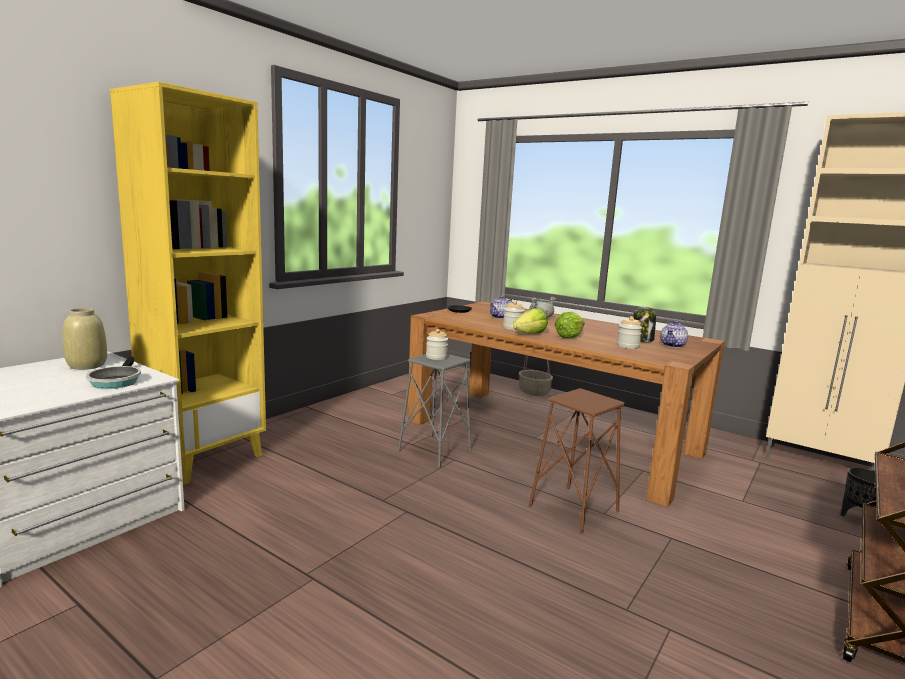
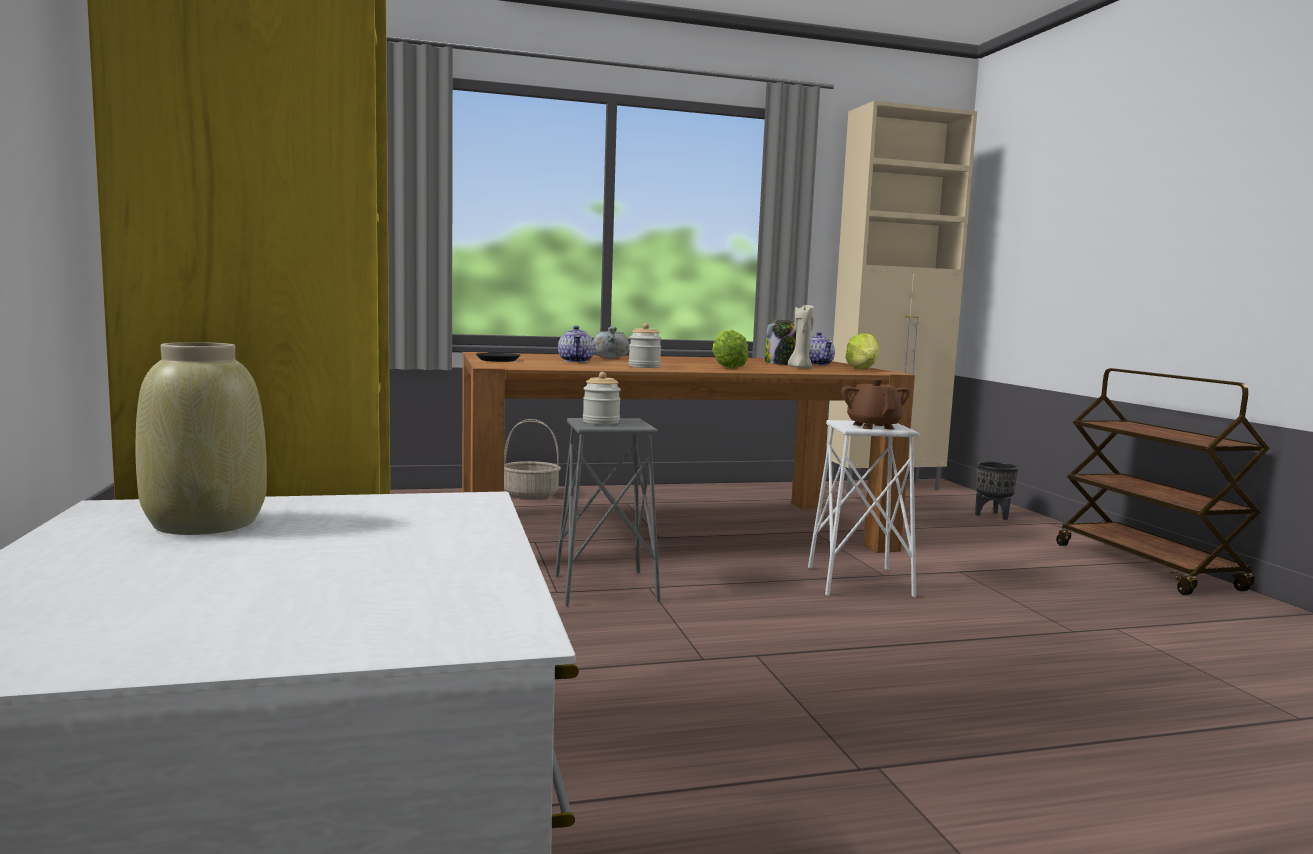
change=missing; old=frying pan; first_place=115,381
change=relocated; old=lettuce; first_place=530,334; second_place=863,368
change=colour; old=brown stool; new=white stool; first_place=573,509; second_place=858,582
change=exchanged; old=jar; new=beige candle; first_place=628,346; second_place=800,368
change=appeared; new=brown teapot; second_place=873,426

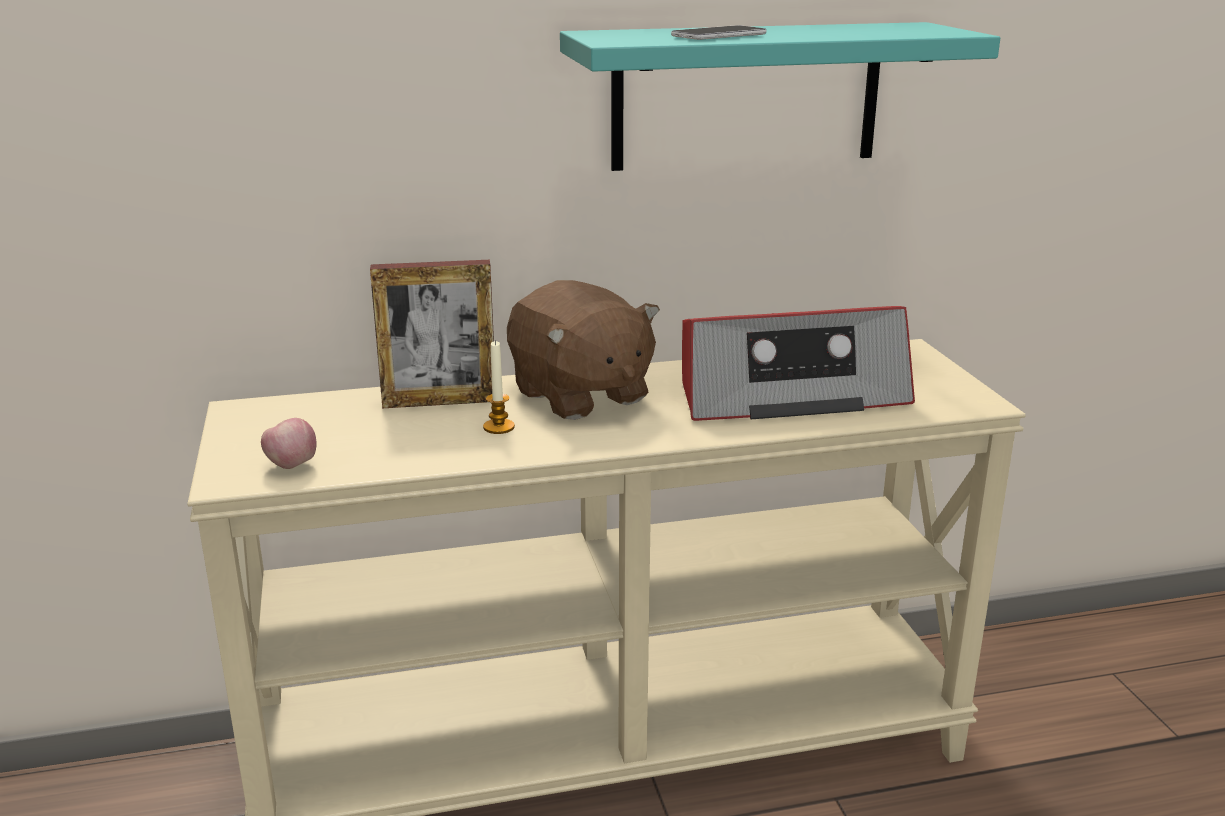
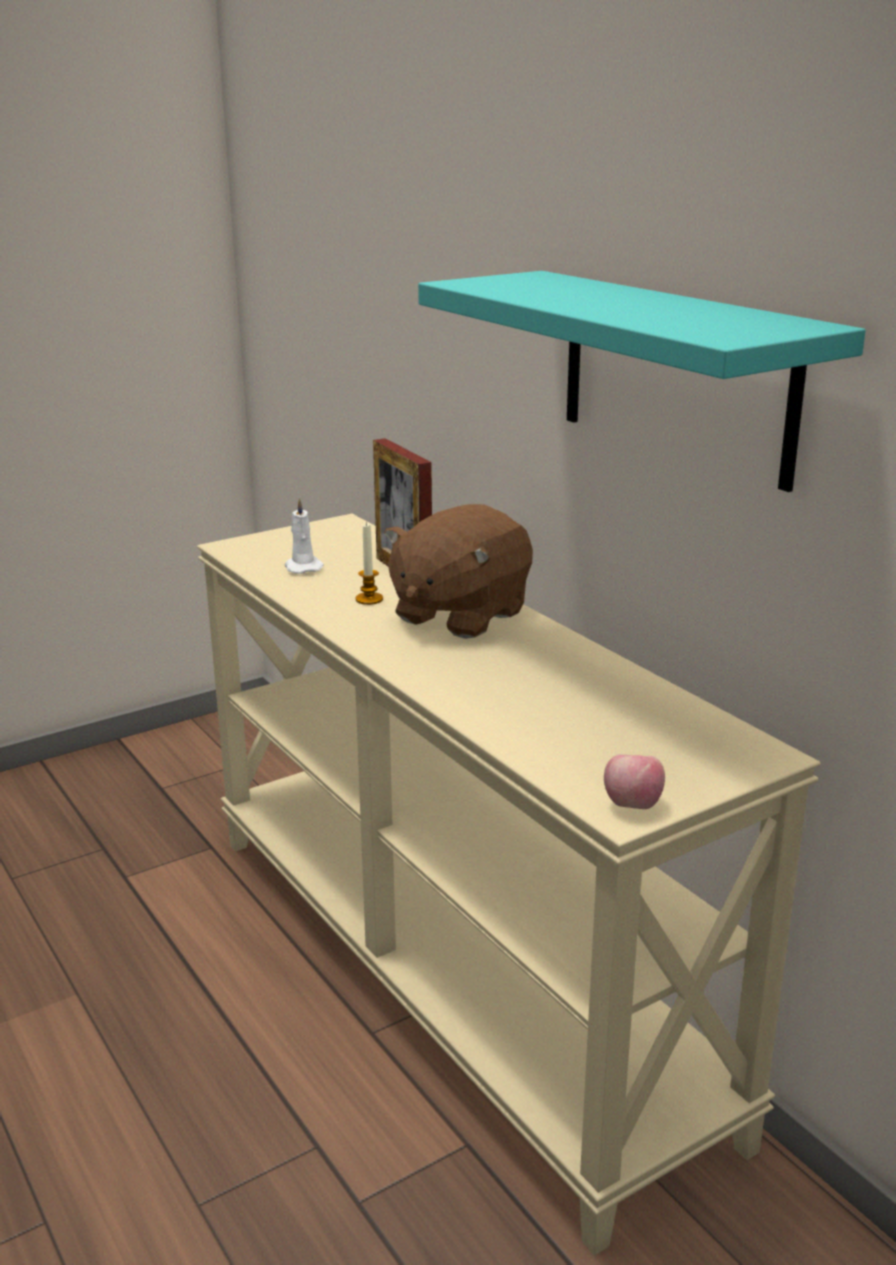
change=relocated; old=apple; first_place=291,466; second_place=632,805
change=missing; old=phone; first_place=719,35
change=missing; old=radio; first_place=788,393
change=appeared; new=white candle; second_place=302,567

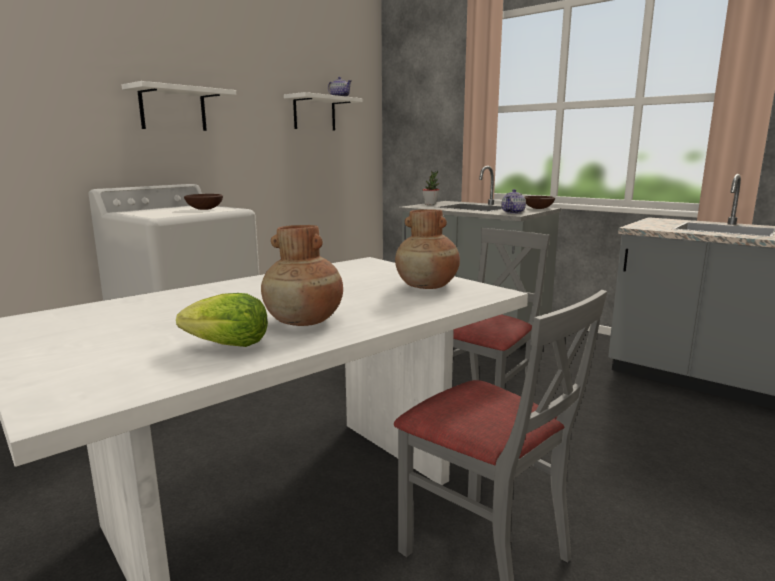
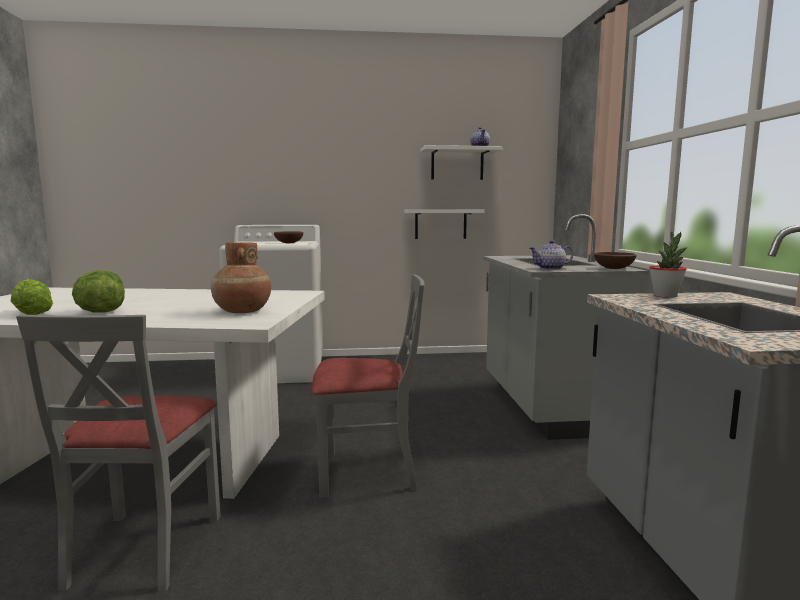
change=relocated; old=white shelf; first_place=173,109; second_place=440,224
change=exchanged; old=brown vase; new=lettuce; first_place=304,321; second_place=100,312
change=relocated; old=potted plant; first_place=430,204; second_place=665,296

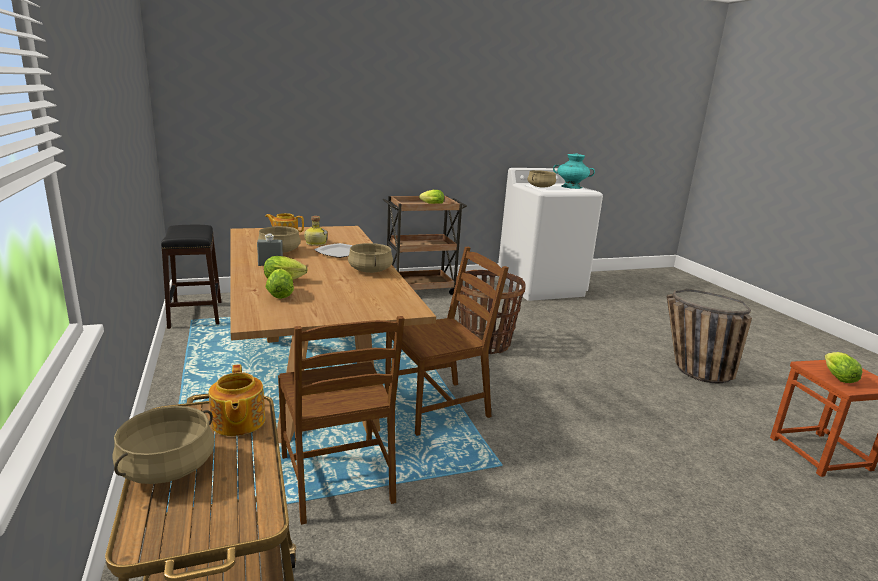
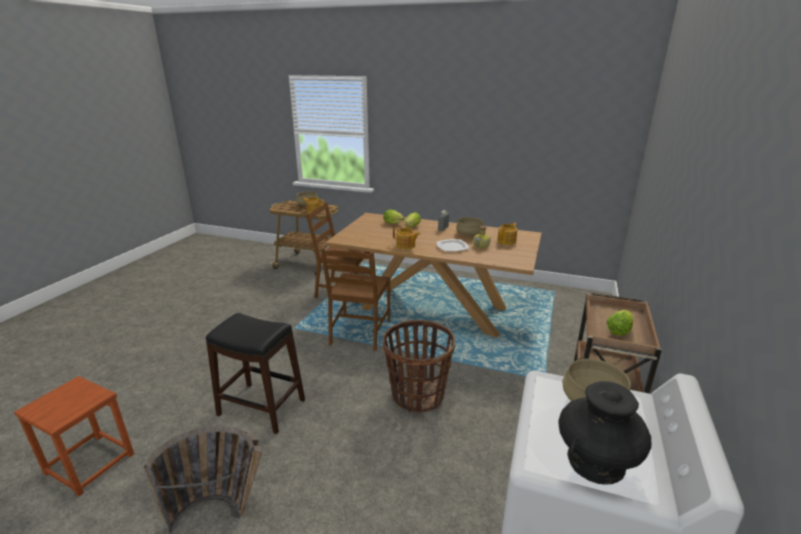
change=relocated; old=black stool; first_place=196,314; second_place=261,408
change=exchanged; old=beige cooking pot; new=teapot; first_place=370,270; second_place=406,246
change=colour; old=turquoise vase; new=black vase; first_place=571,187; second_place=596,461
change=missing; old=lettuce; first_place=836,377

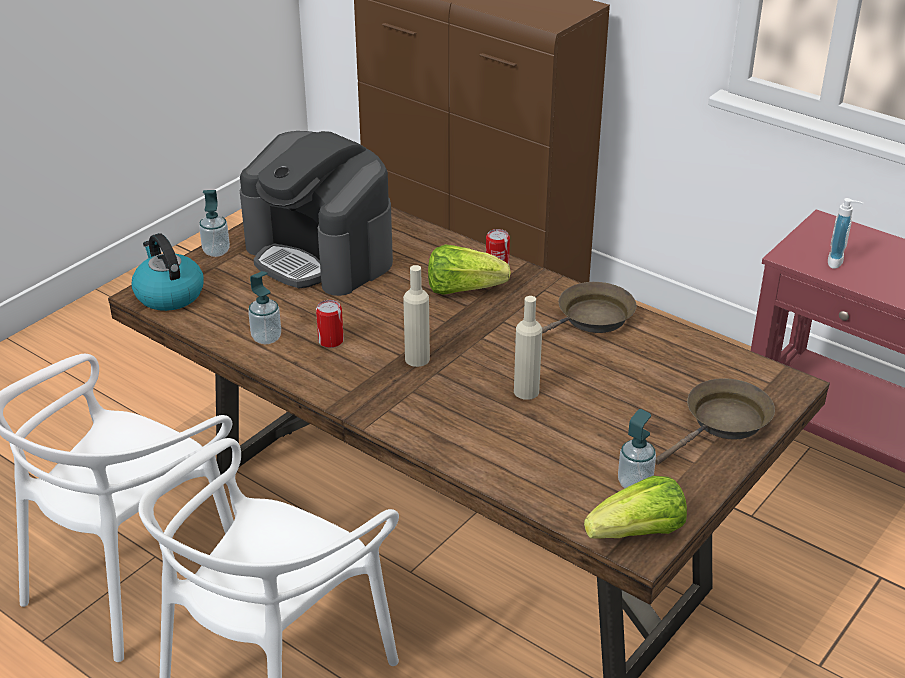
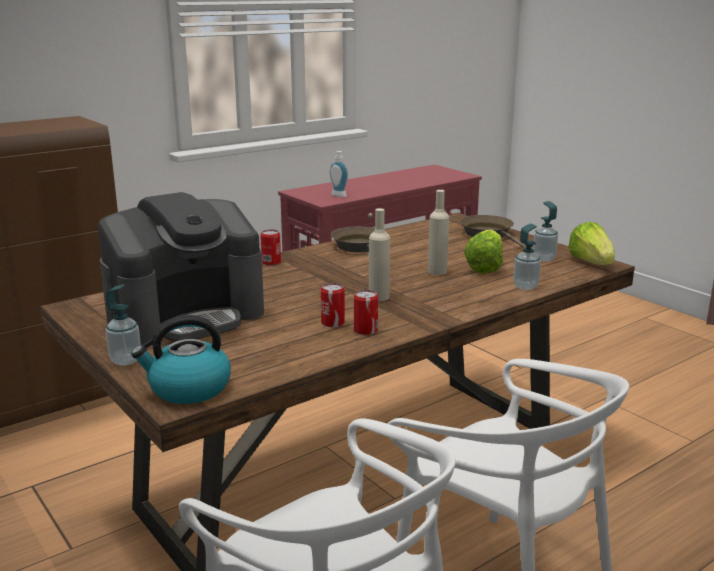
change=relocated; old=soap dispenser; first_place=266,338; second_place=525,286
change=relocated; old=lettuce; first_place=463,289; second_place=485,267
change=appeared; new=can; second_place=365,330

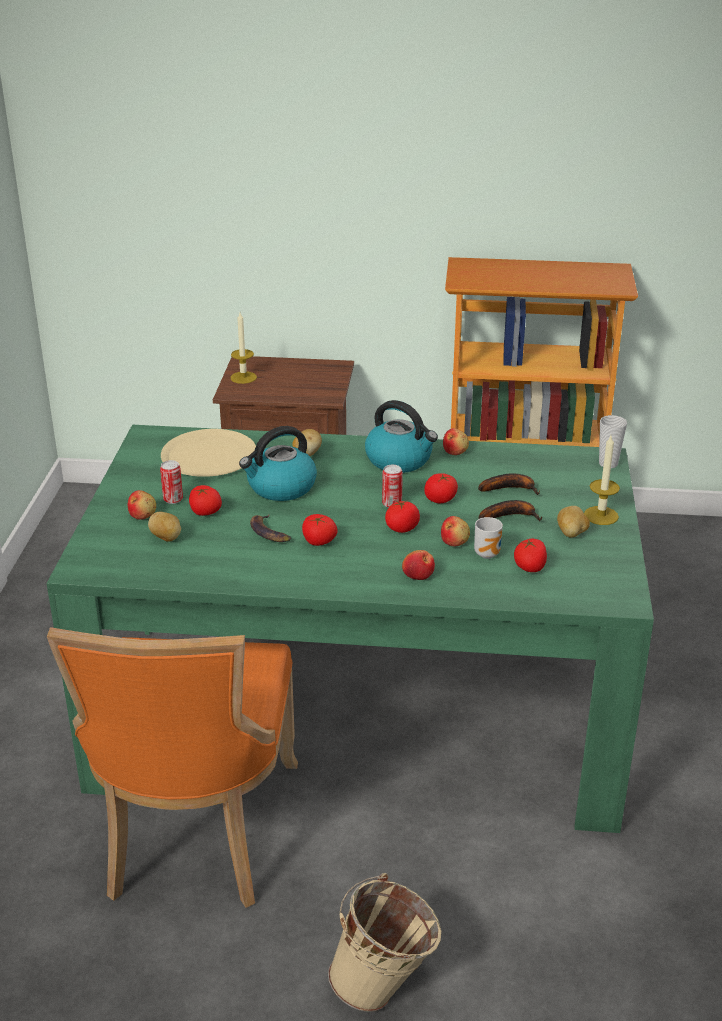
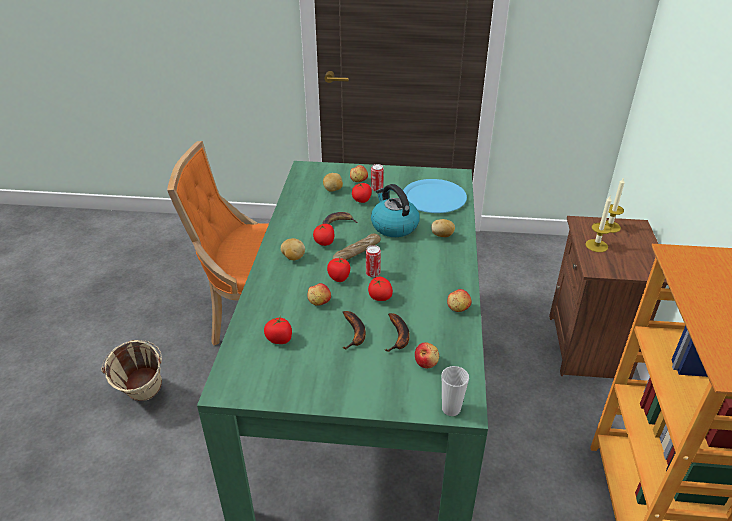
change=colour; old=beige plate; new=blue plate; first_place=209,455; second_place=433,197
change=missing; old=kettle; first_place=400,460
change=relocated; old=apple; first_place=418,575; second_place=426,362
change=missing; old=mug; first_place=488,554
change=relocated; old=potato; first_place=571,534; second_place=293,257
change=relocated; old=candle; first_place=601,515; second_place=596,245
change=appeared; new=bread; second_place=357,253

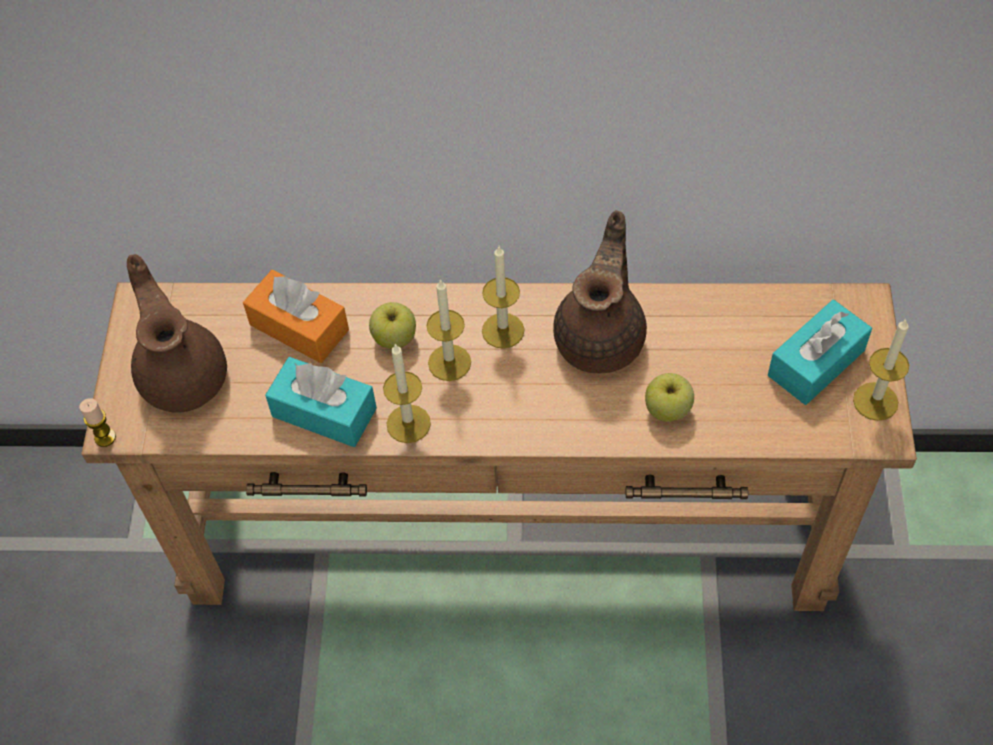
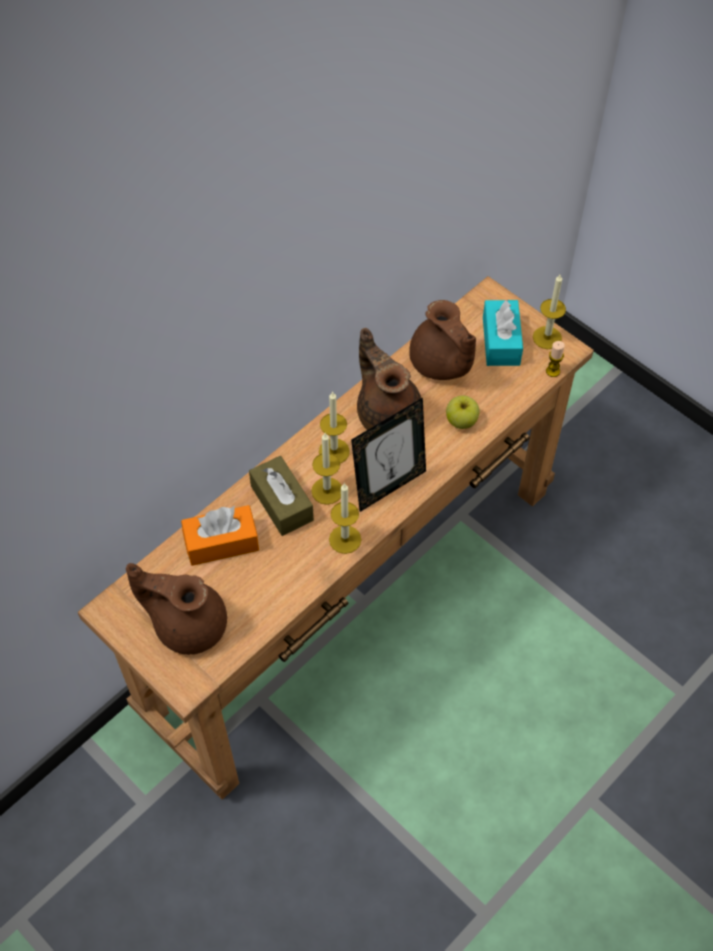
change=relocated; old=candle; first_place=105,437; second_place=552,371
change=missing; old=turquoise tissue box; first_place=324,412
change=exchanged; old=apple; new=brown tissue box; first_place=395,338; second_place=282,503
change=appeared; new=picture frame; second_place=389,486
change=appeared; new=brown teapot; second_place=441,364

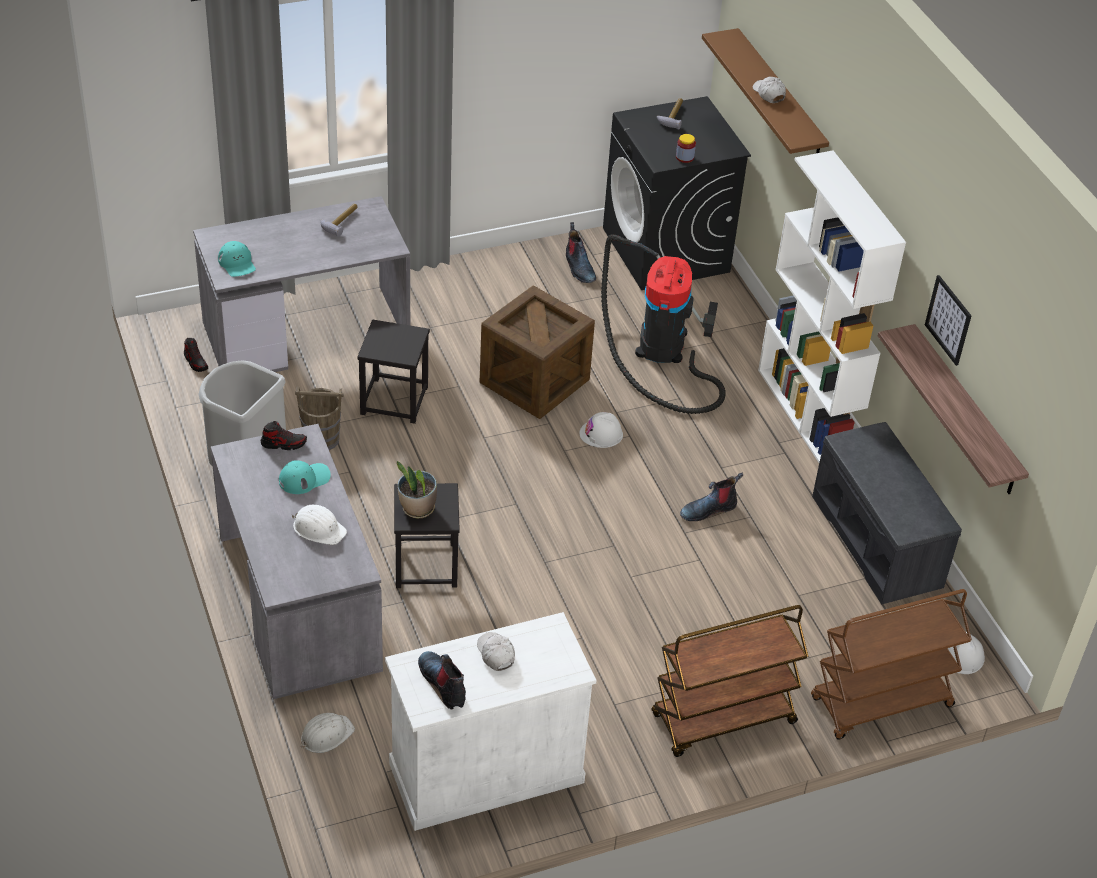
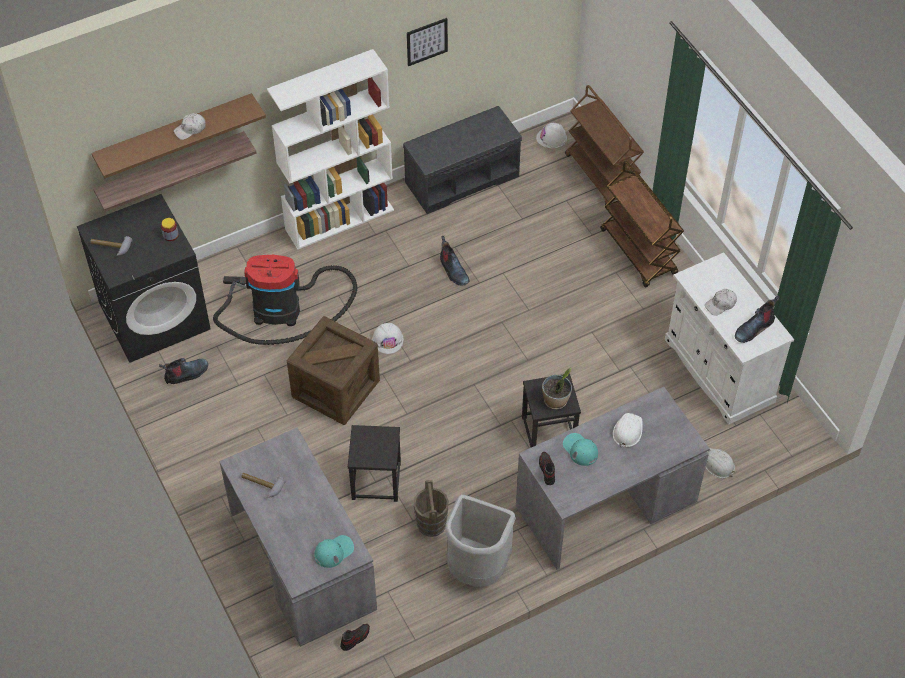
change=relocated; old=shelf; first_place=965,411; second_place=171,169

